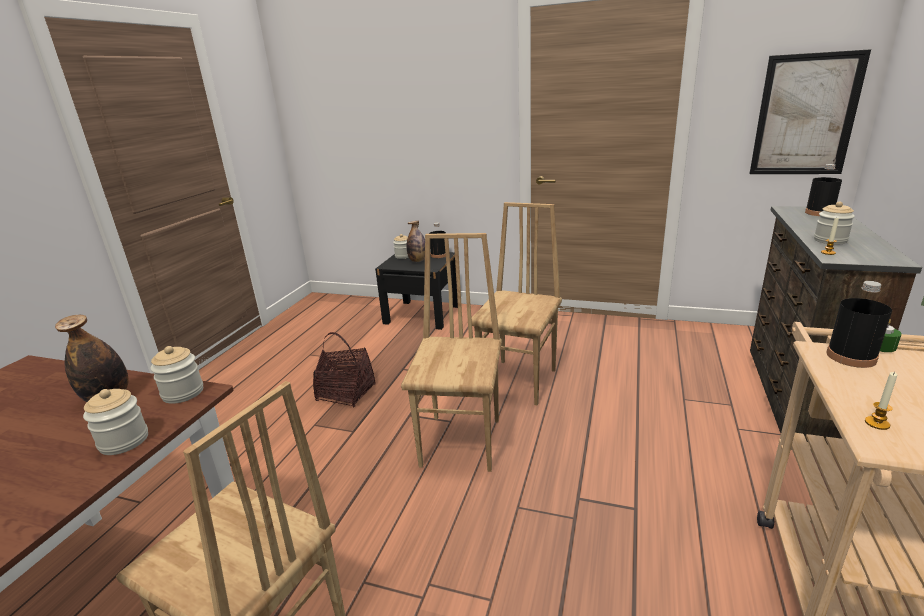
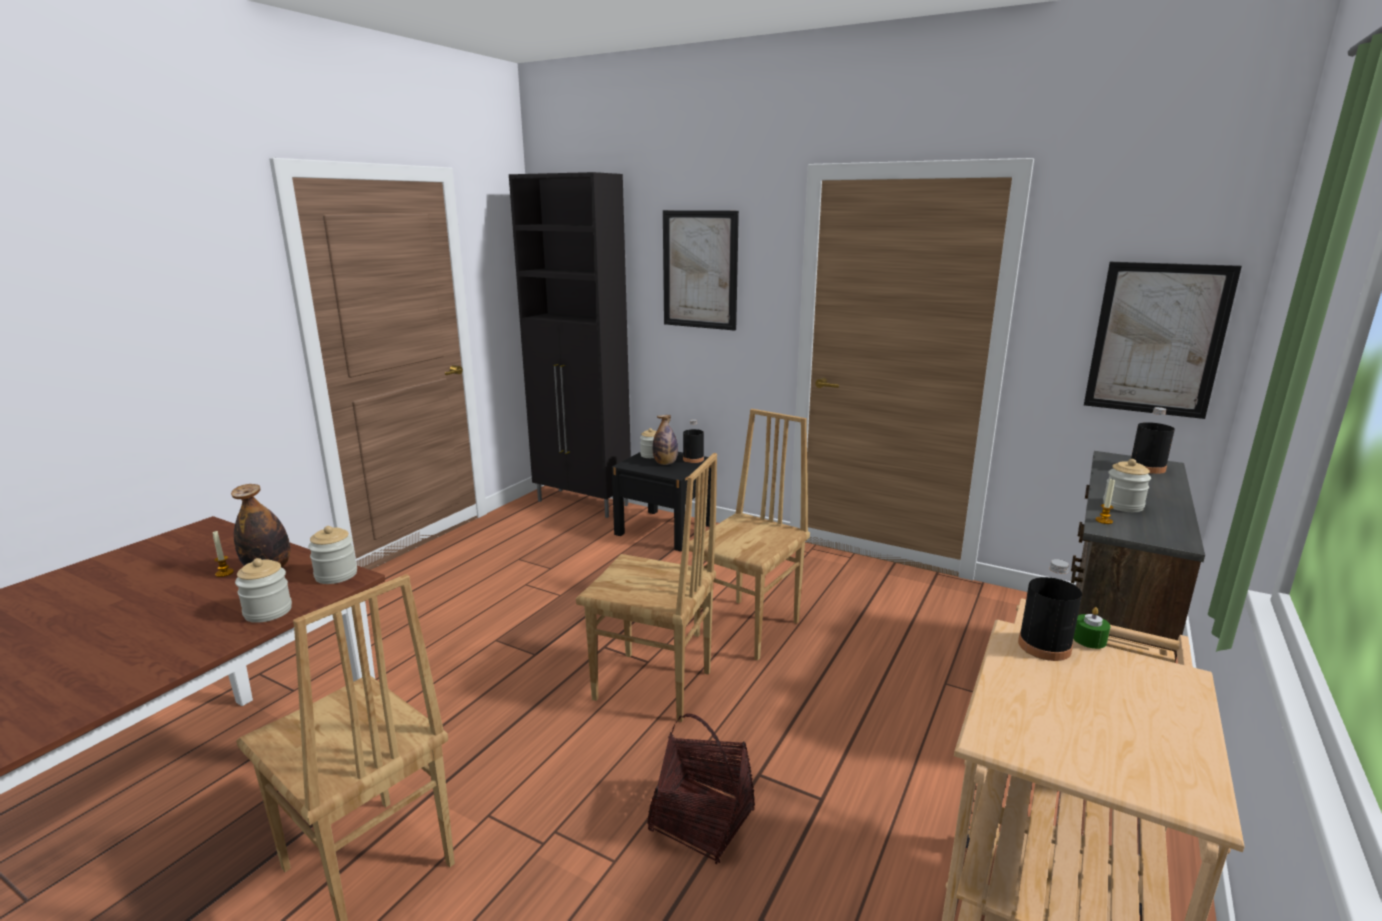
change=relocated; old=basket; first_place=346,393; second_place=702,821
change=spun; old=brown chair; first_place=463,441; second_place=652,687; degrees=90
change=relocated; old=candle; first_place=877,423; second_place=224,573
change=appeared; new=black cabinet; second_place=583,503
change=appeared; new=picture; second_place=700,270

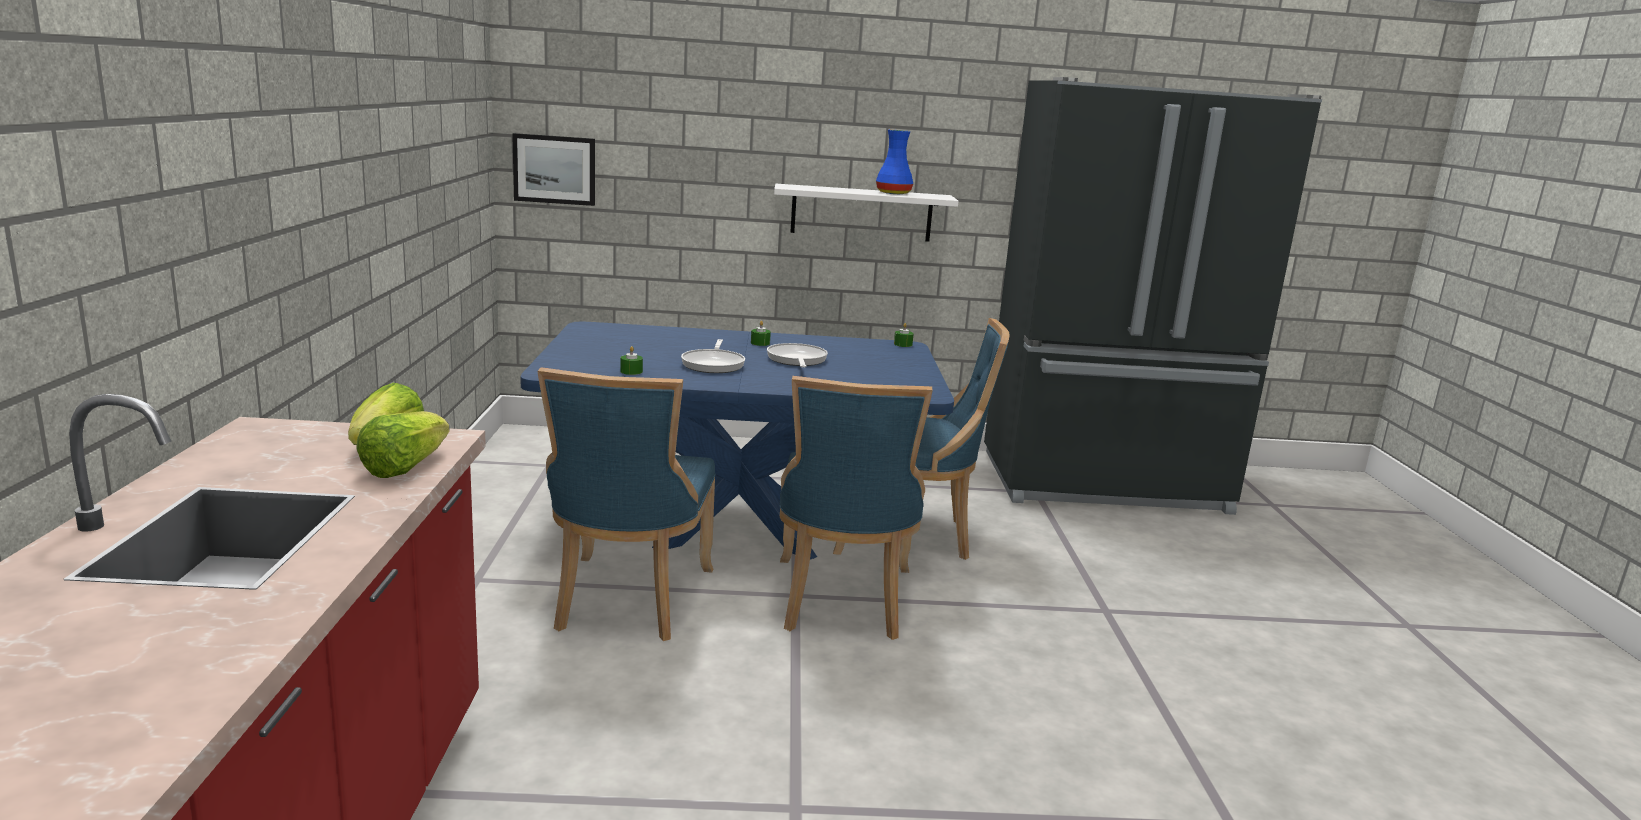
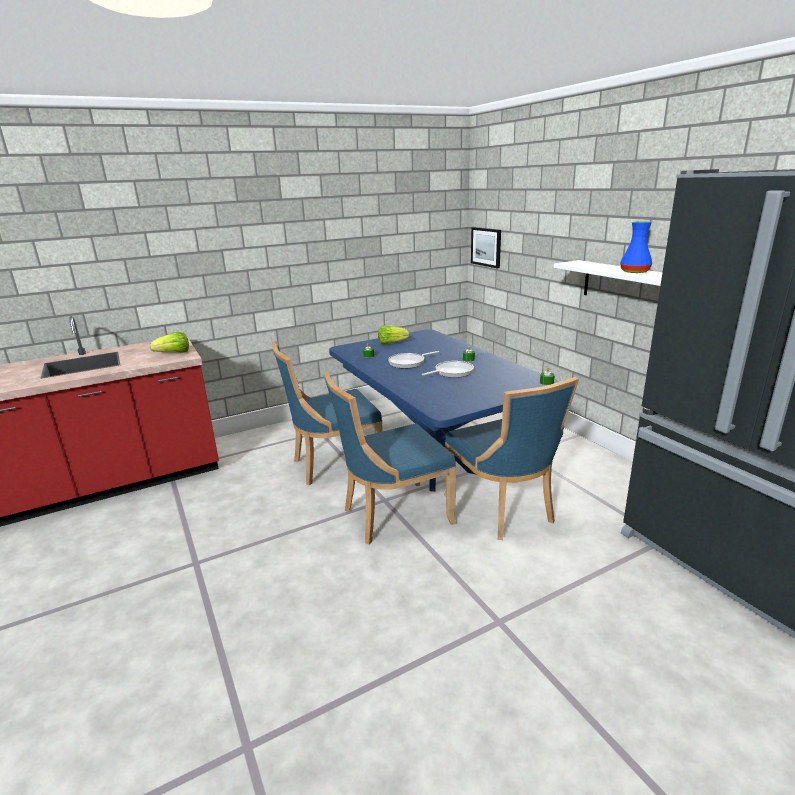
change=relocated; old=lettuce; first_place=404,467; second_place=391,343

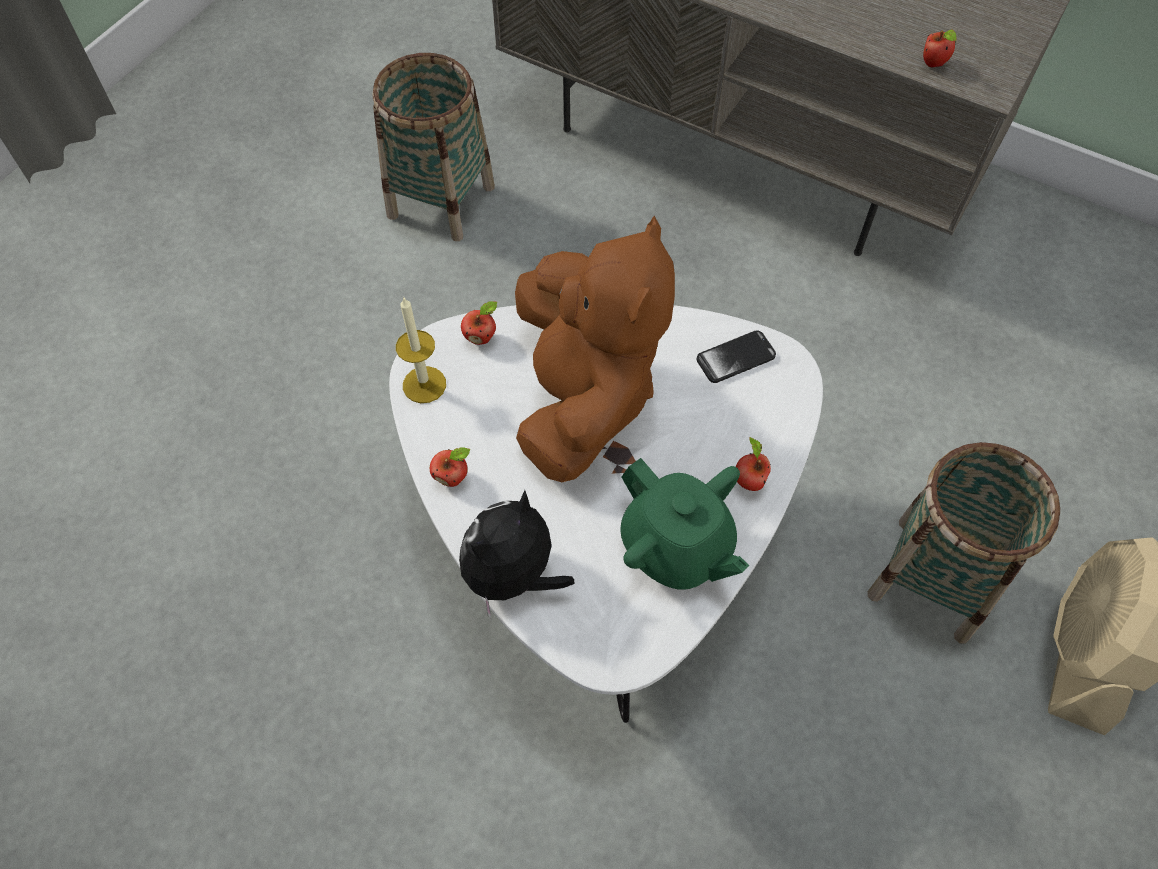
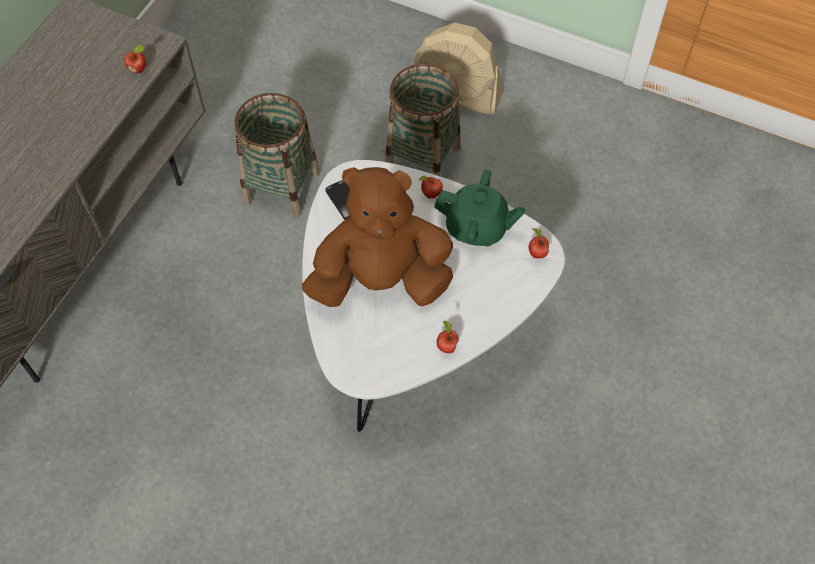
change=relocated; old=basket; first_place=441,201; second_place=281,187
change=missing; old=candle; first_place=424,384
change=missing; old=plush toy; first_place=513,576
change=relocated; old=apple; first_place=481,337; second_place=536,253
change=spun; old=green teapot; first_place=676,547; second_place=477,228; degrees=60

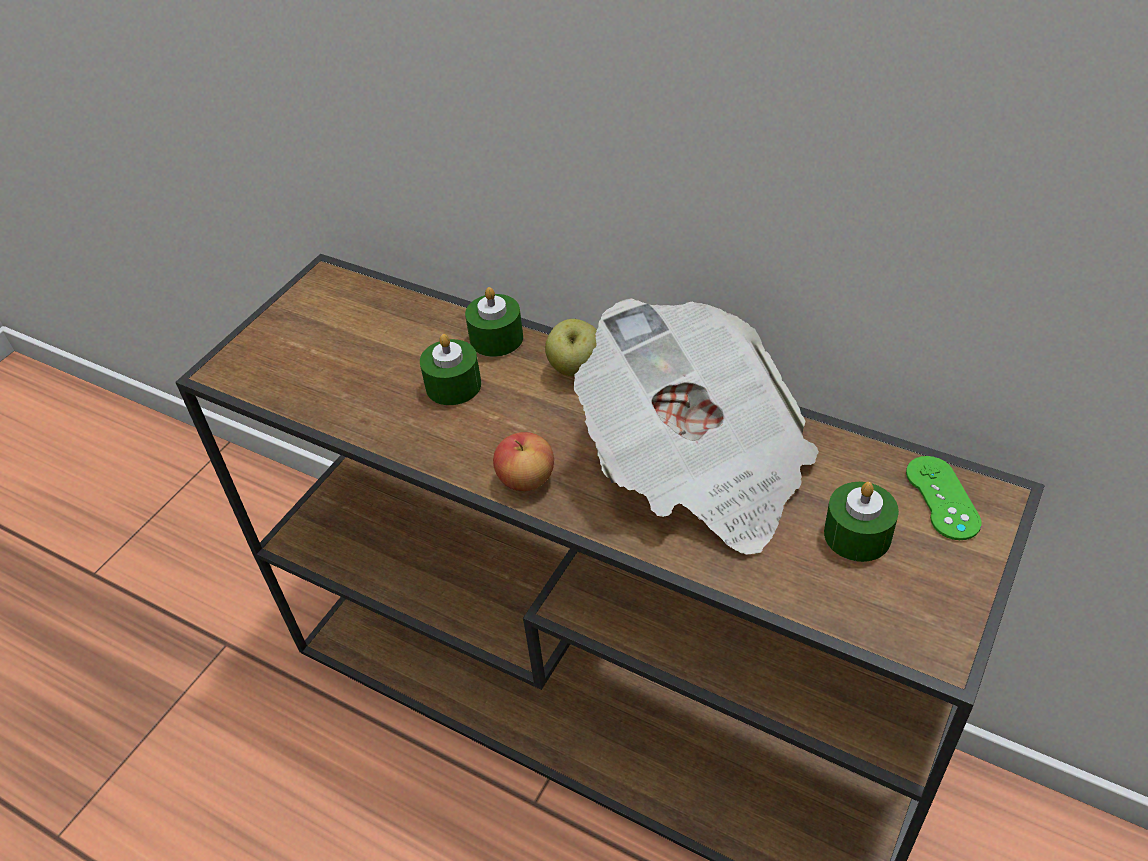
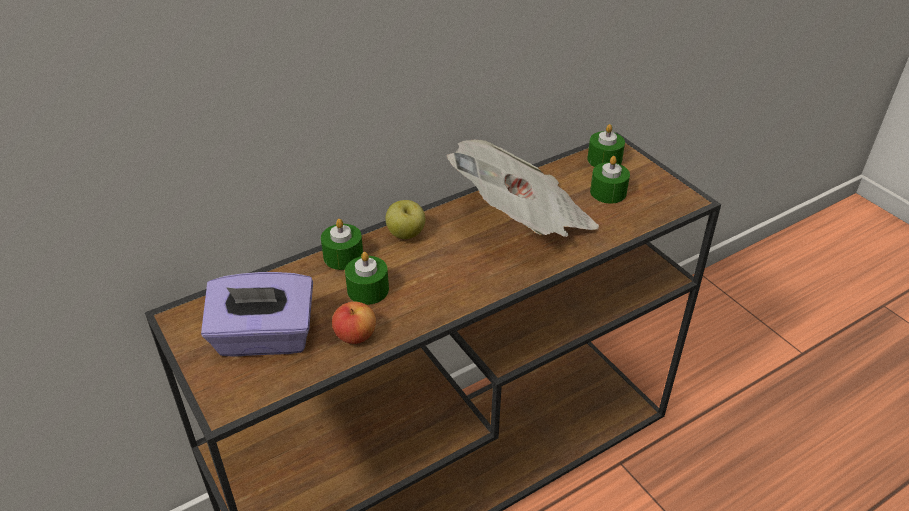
change=relocated; old=apple; first_place=526,479; second_place=355,335
change=exchanged; old=green game controller; new=green candle; first_place=942,498; second_place=604,159
change=appeared; new=purple tissue box; second_place=264,338

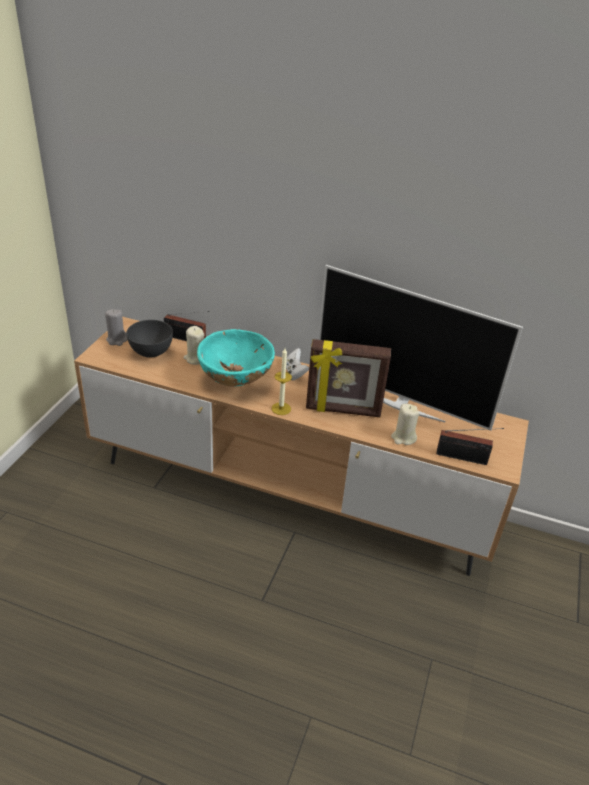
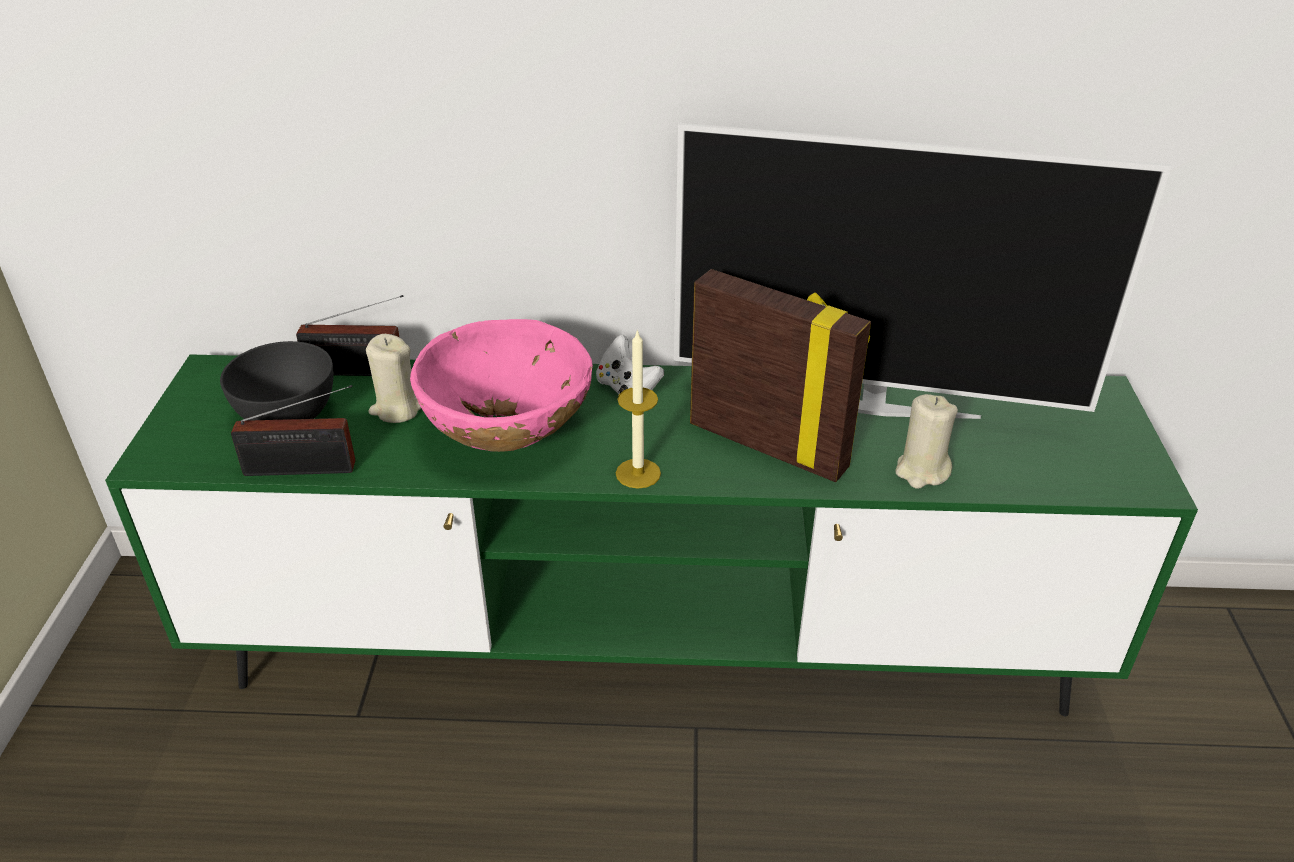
change=colour; old=brown tv stand; new=green tv stand; first_place=287,494; second_place=647,649
change=missing; old=grey candle; first_place=117,340
change=colour; old=turquoise bowl; new=pink bowl; first_place=235,380; second_place=508,434
change=spun; old=picture frame; first_place=343,410; second_place=769,445; degrees=-135
change=relocated; old=radio; first_place=464,458; second_place=306,469

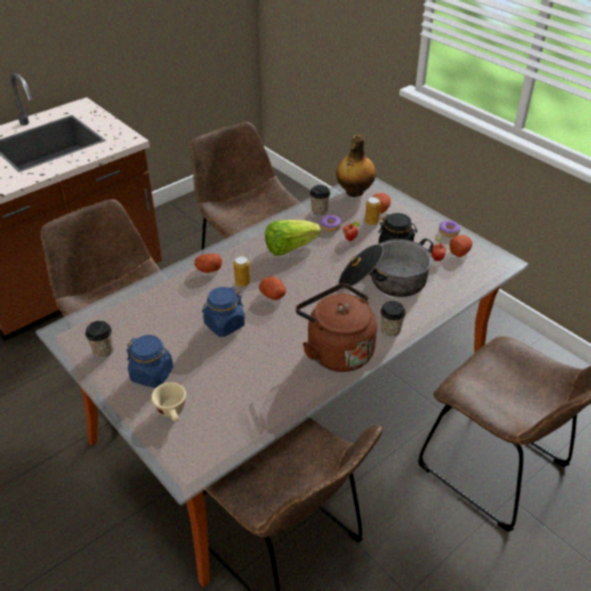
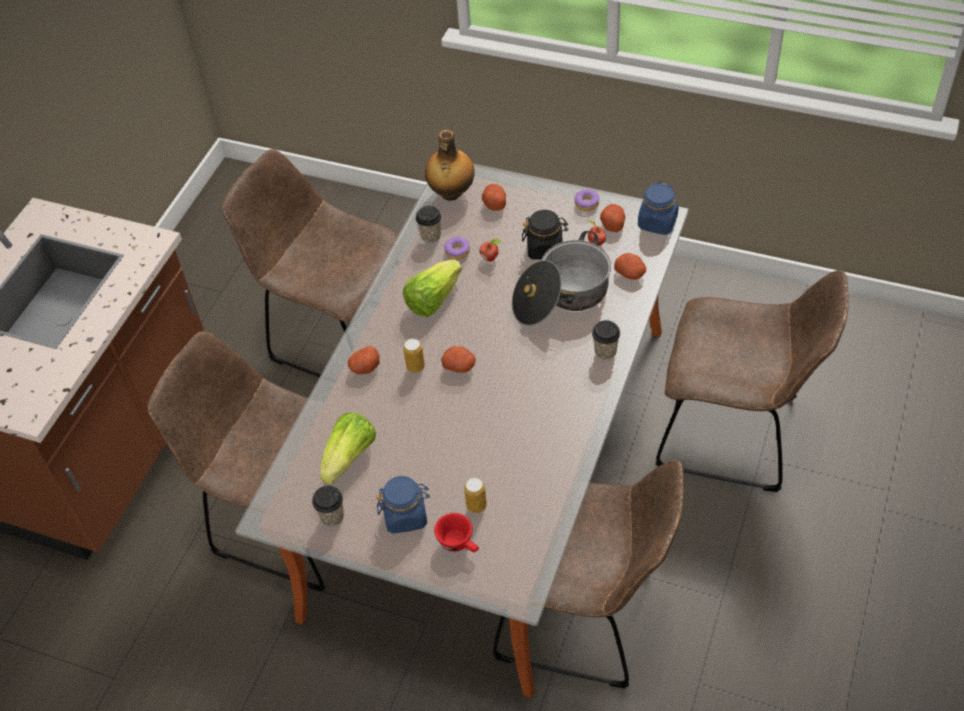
change=colour; old=beige cup; new=red cup; first_place=173,412; second_place=459,543
change=relocated; old=blue jar; first_place=224,325; second_place=657,223
change=missing; old=brown kettle; first_place=336,351
change=relocated; old=can; first_place=371,222; second_place=476,505
change=appeared; new=lettuce; second_place=349,457
change=appeared; new=potato; second_place=630,273

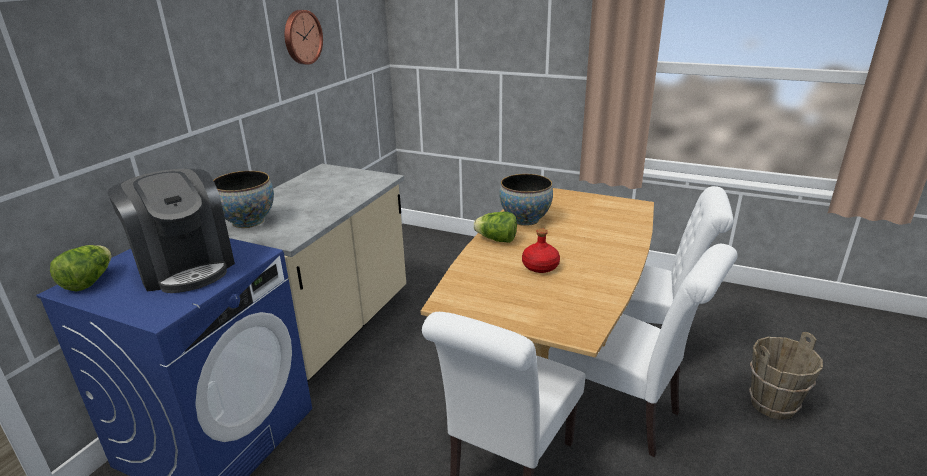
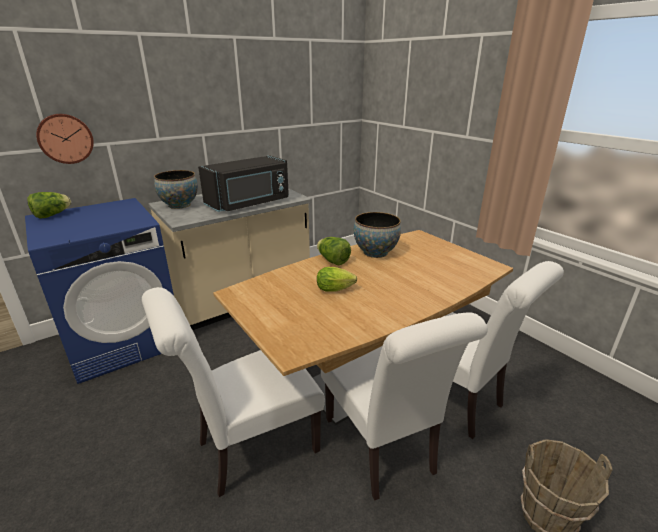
change=missing; old=coffee machine; first_place=186,267
change=relocated; old=wall clock; first_place=301,37; second_place=65,138
change=exchanged; old=red bottle; new=lettuce; first_place=539,266; second_place=336,289
change=appeared; new=black microwave; second_place=249,203

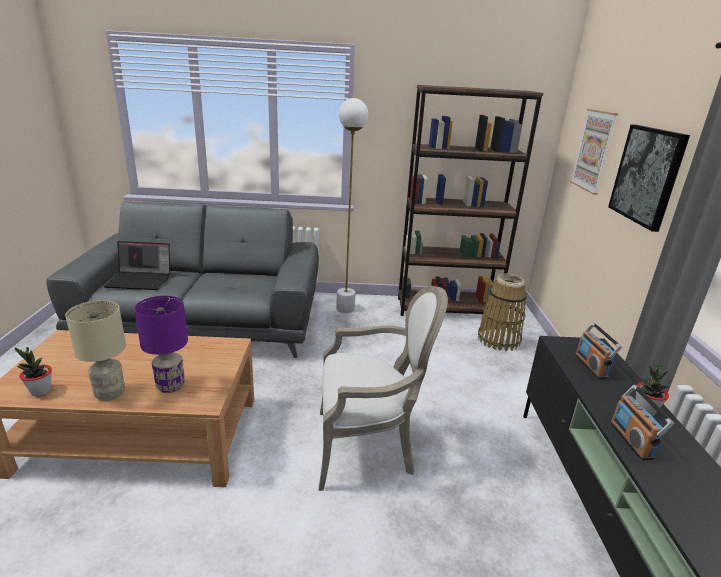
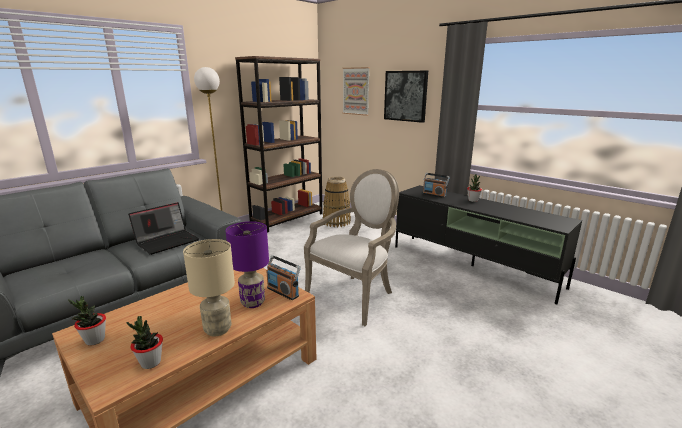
change=relocated; old=laptop; first_place=141,280; second_place=167,241
change=relocated; old=radio; first_place=631,440; second_place=283,292
change=appeared; new=potted plant; second_place=95,340

